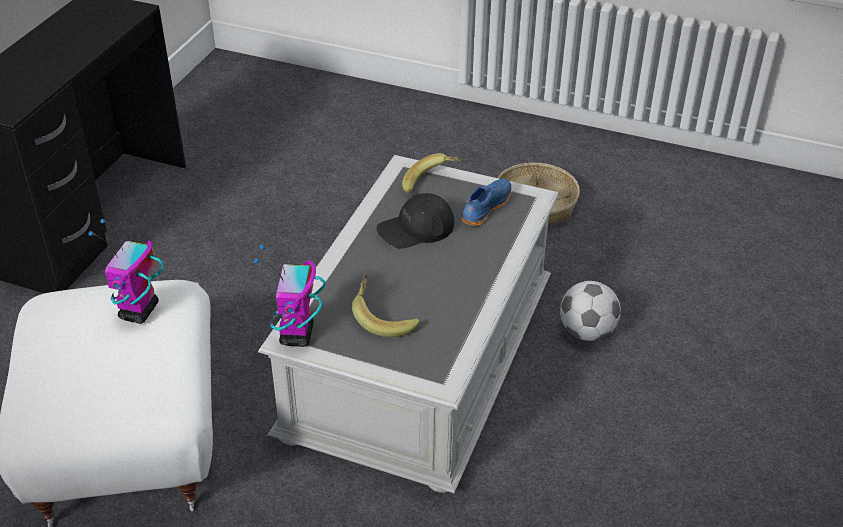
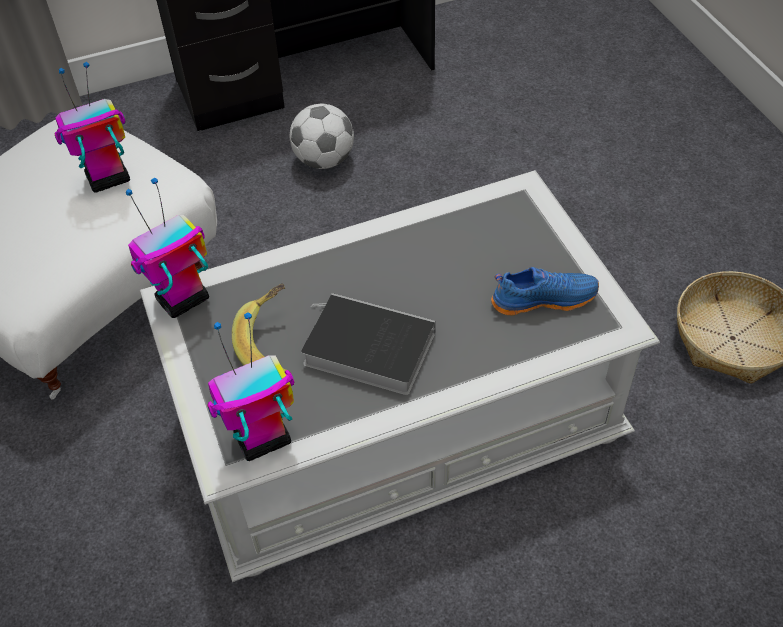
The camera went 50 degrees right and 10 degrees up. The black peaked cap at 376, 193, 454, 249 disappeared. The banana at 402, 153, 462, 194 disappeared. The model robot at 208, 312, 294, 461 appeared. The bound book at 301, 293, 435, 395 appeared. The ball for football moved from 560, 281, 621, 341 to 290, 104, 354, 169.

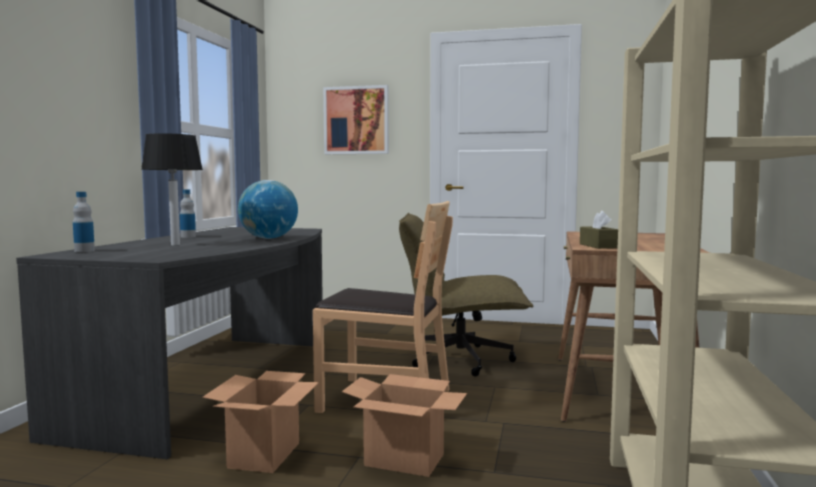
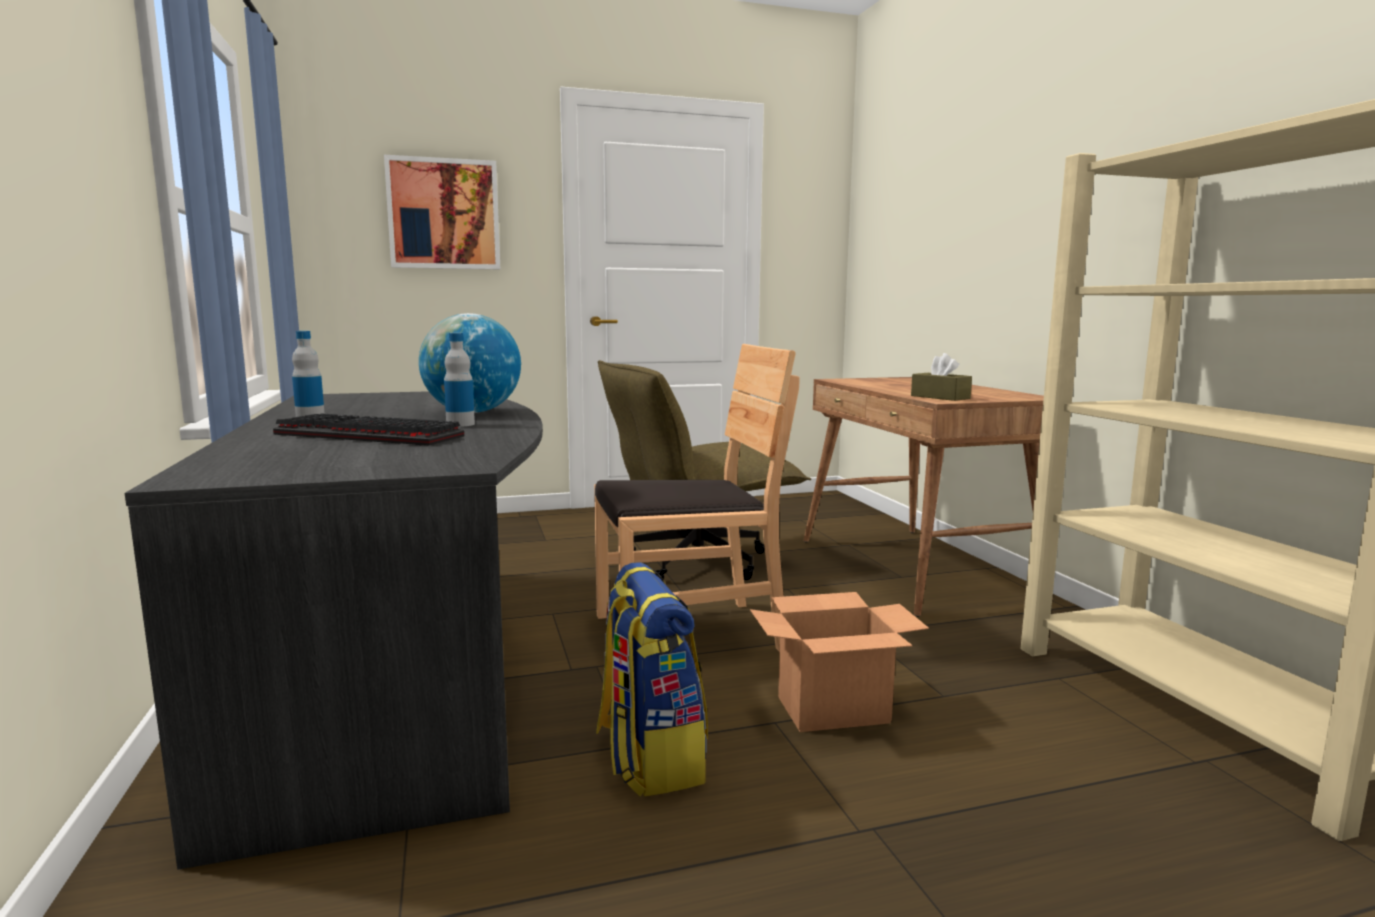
The camera went 30 degrees left and 5 degrees up. The beverage bottle moved from 73, 192, 95, 252 to 444, 333, 475, 427. The table lamp at 141, 133, 203, 246 was replaced by the PC keyboard at 273, 414, 464, 446. The carton at 202, 371, 319, 473 was replaced by the knapsack at 596, 562, 708, 797.

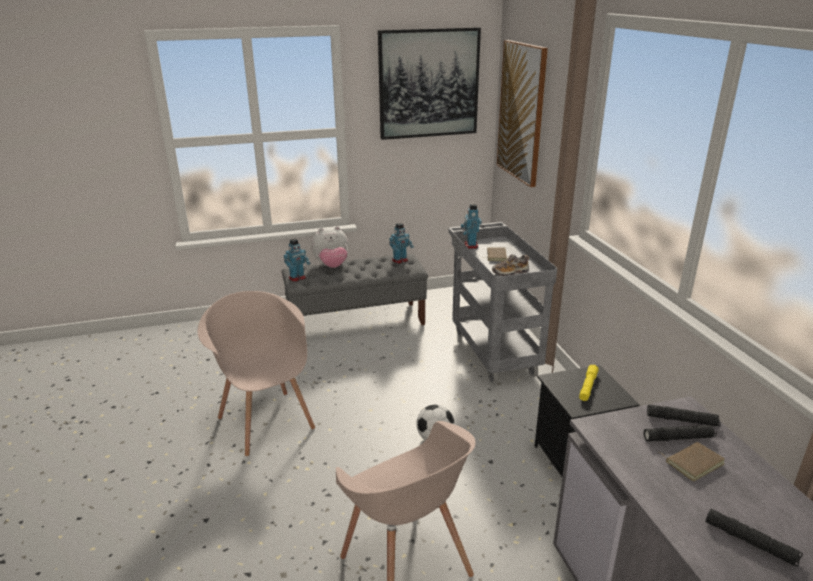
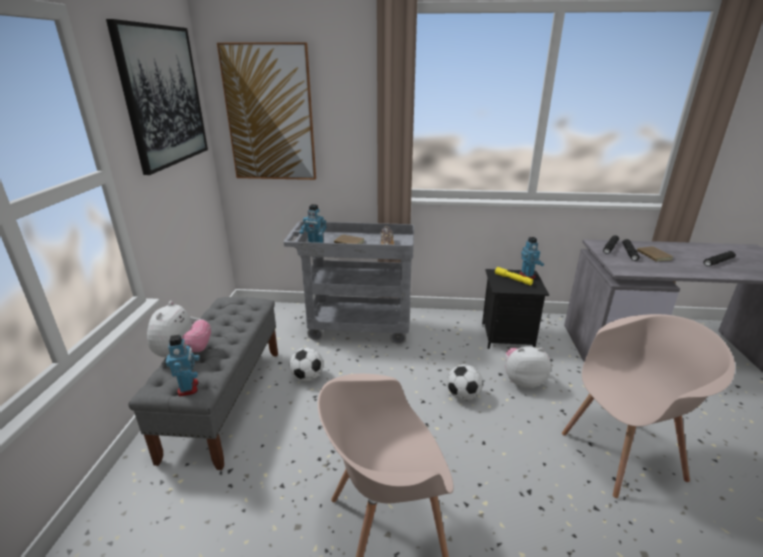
The camera went 70 degrees left and 0 degrees up. The ball for football at 290, 347, 323, 381 appeared. The plush toy at 505, 346, 551, 388 appeared. The model robot moved from 389, 223, 414, 264 to 519, 237, 544, 279.

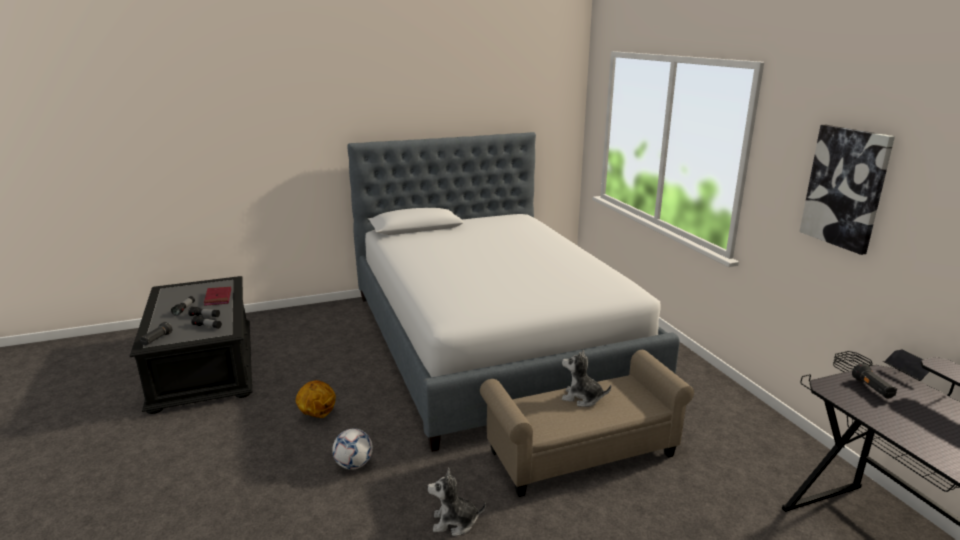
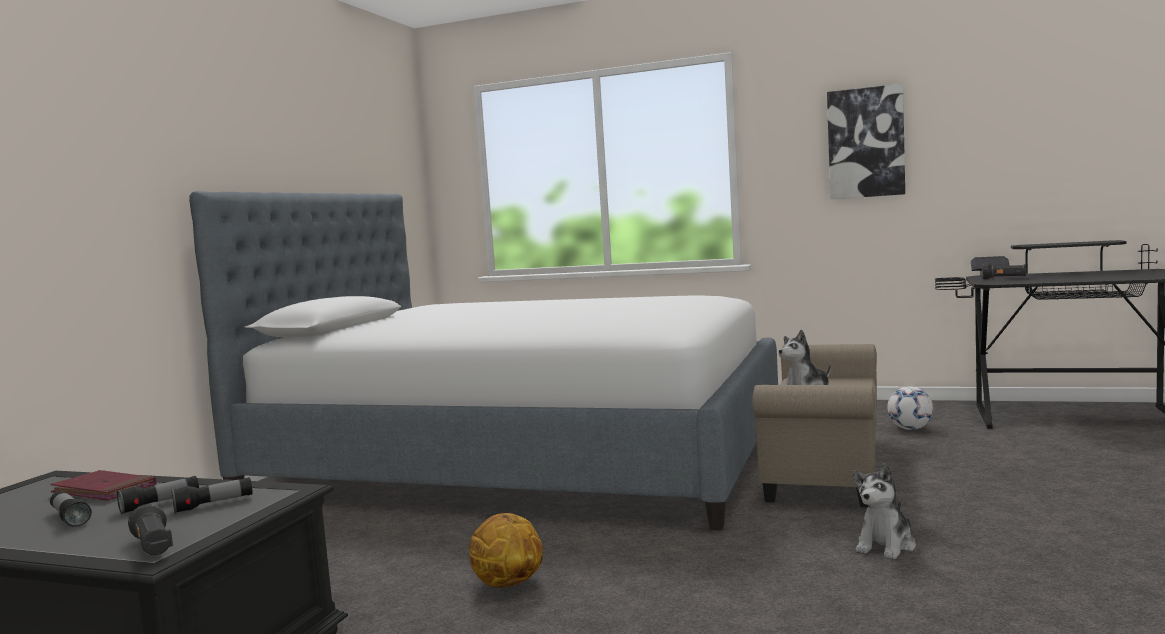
The camera went 50 degrees left and 15 degrees down. The ball for football moved from 332, 428, 373, 470 to 887, 386, 934, 430.

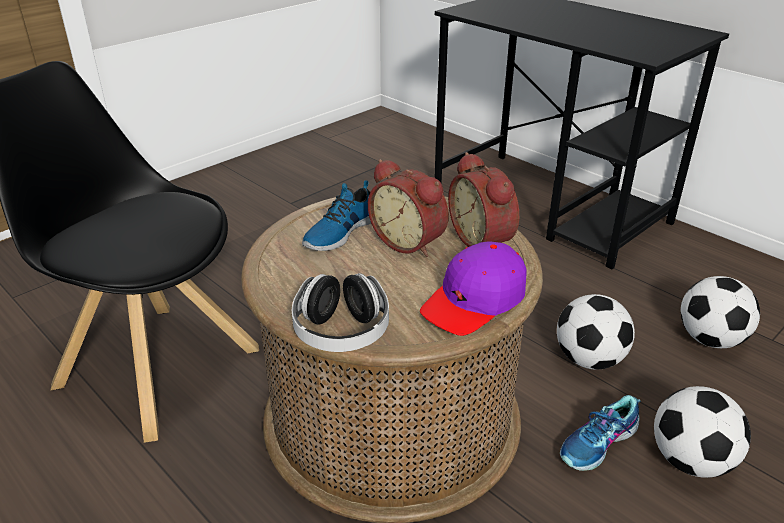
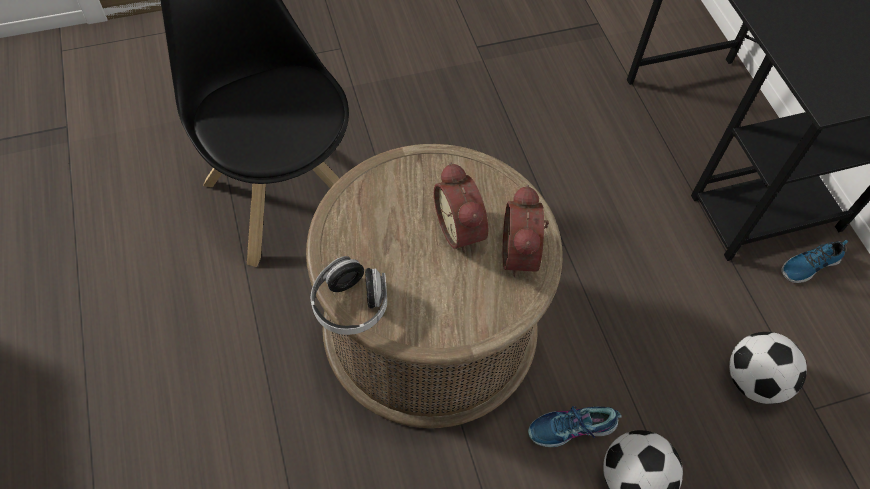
The camera went 25 degrees right and 25 degrees up. The purplish peaked cap at 420, 242, 527, 336 disappeared. The ball for football at 557, 294, 635, 370 disappeared. The item of footwear moved from 302, 180, 371, 251 to 781, 240, 848, 283.

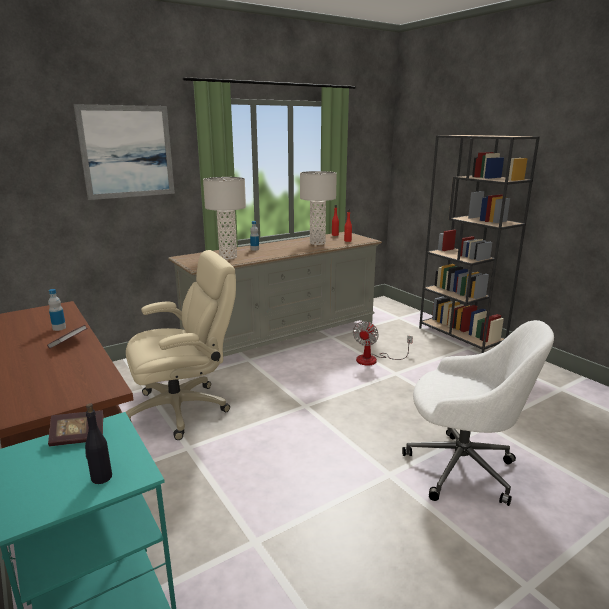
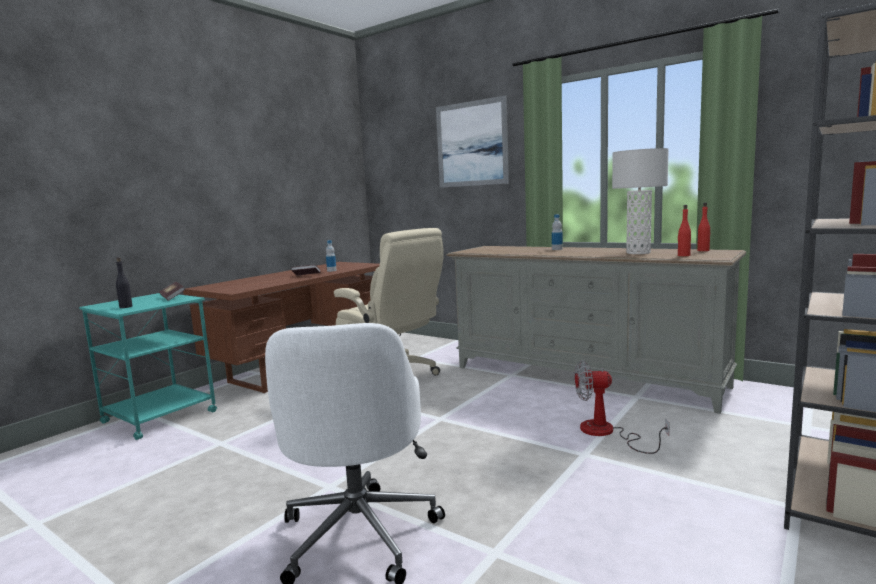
The camera went 70 degrees right and 10 degrees down. The whitish table lamp at 203, 177, 246, 259 disappeared.

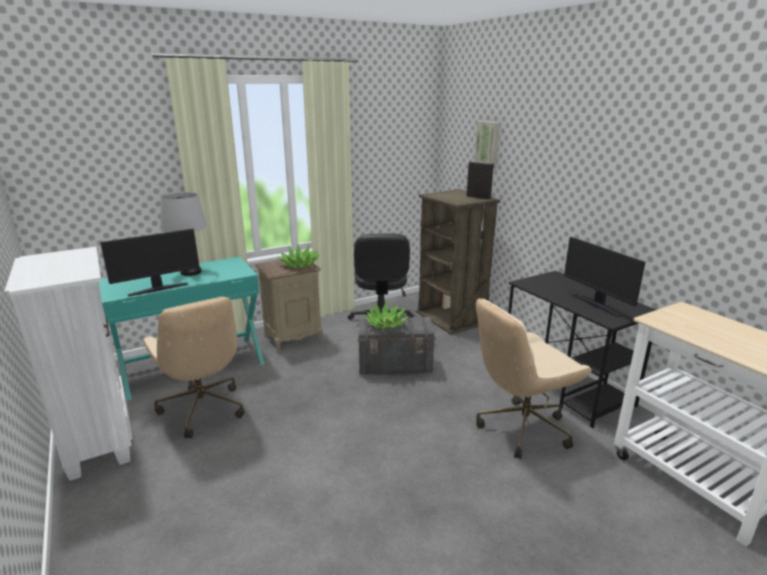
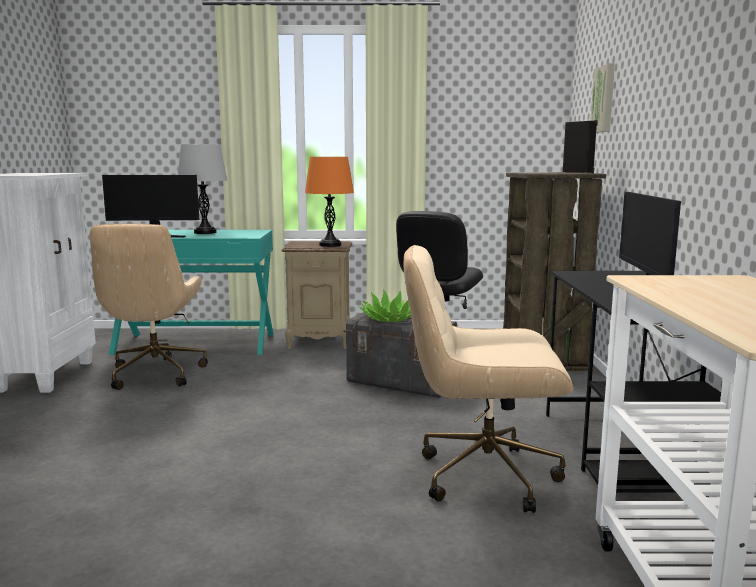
The camera went 30 degrees right and 10 degrees down. The plant in a pot at 278, 244, 321, 268 was replaced by the orange-coloured table lamp at 305, 157, 354, 247.

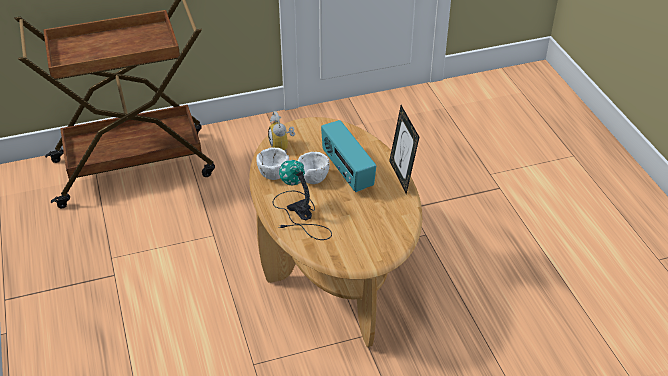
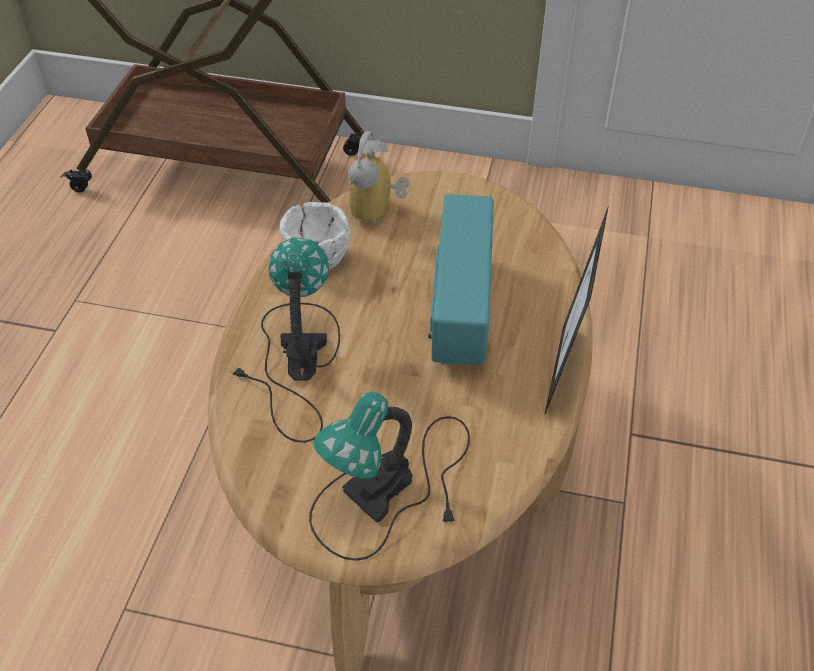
The camera went 30 degrees right and 5 degrees up. The whitish bowl at 297, 152, 330, 184 disappeared. The table lamp at 309, 391, 470, 561 appeared.

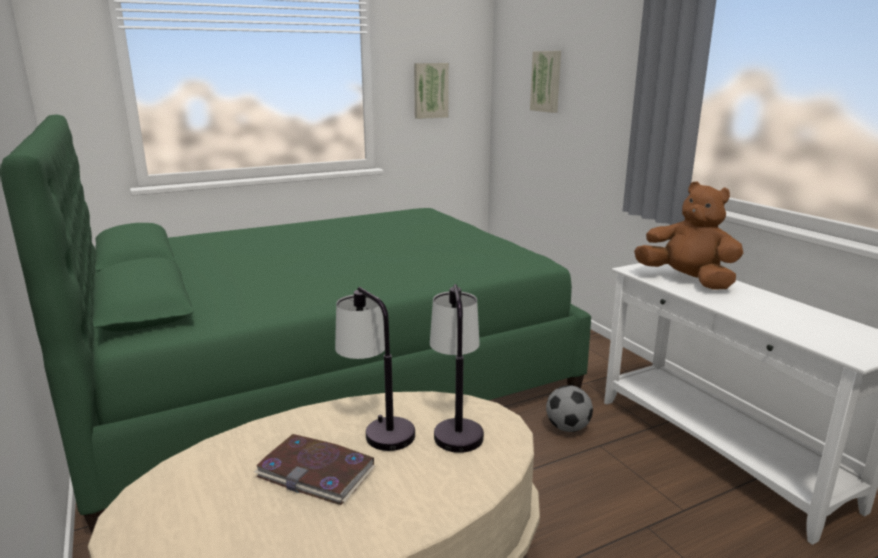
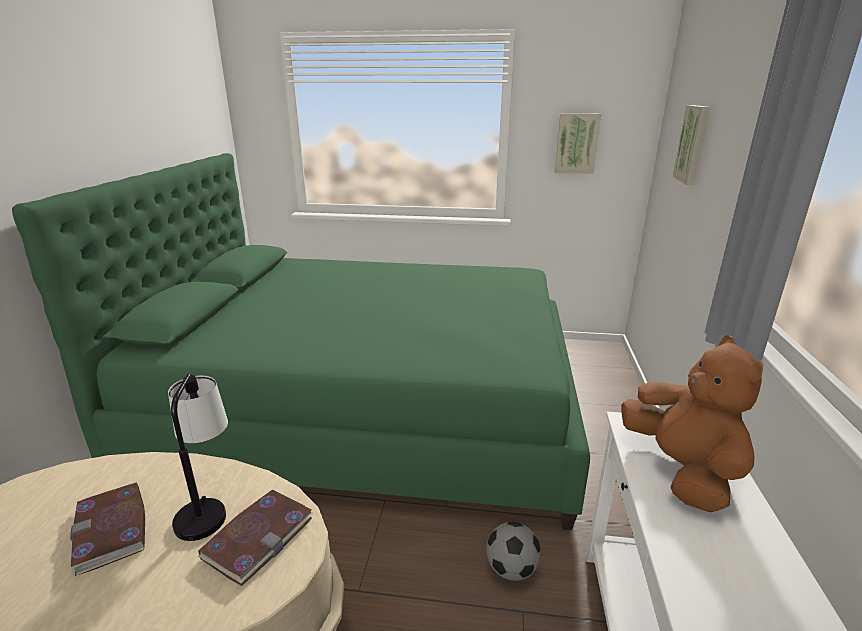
The camera went 35 degrees right and 5 degrees up. The table lamp at 430, 284, 484, 453 was replaced by the bound book at 198, 490, 313, 586.

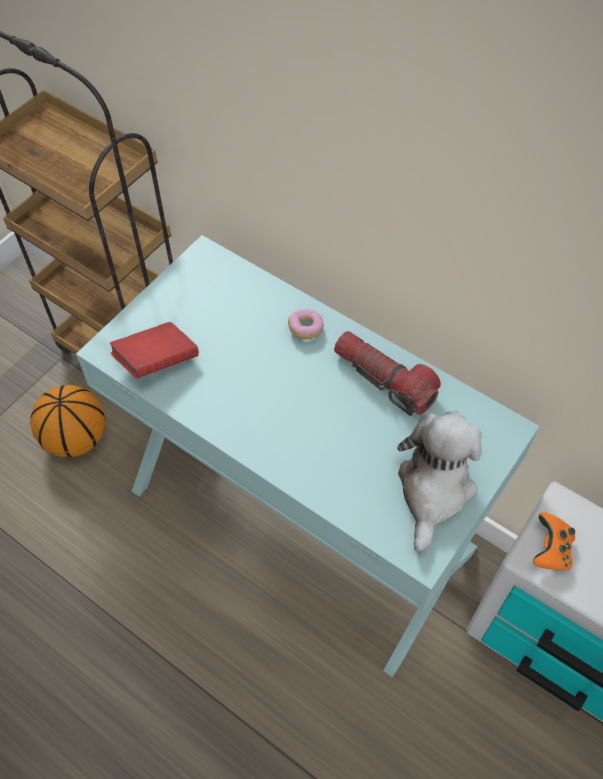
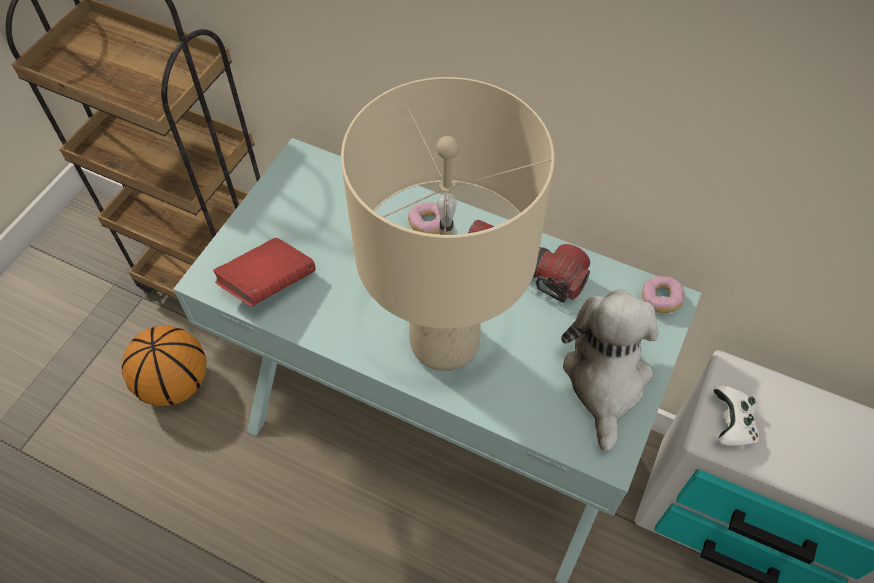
The camera went 10 degrees left and 0 degrees up. The beige table lamp at 341, 77, 555, 371 appeared. The ring doughnut at 642, 276, 685, 313 appeared. The orange-coloured gamepad at 533, 512, 575, 570 became the whitish gamepad at 713, 385, 759, 446.

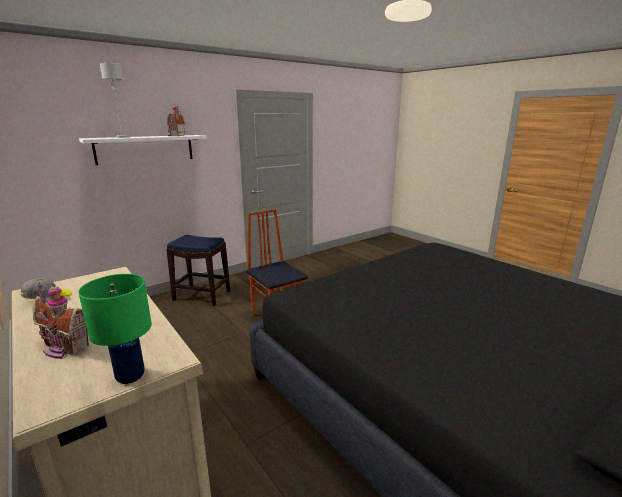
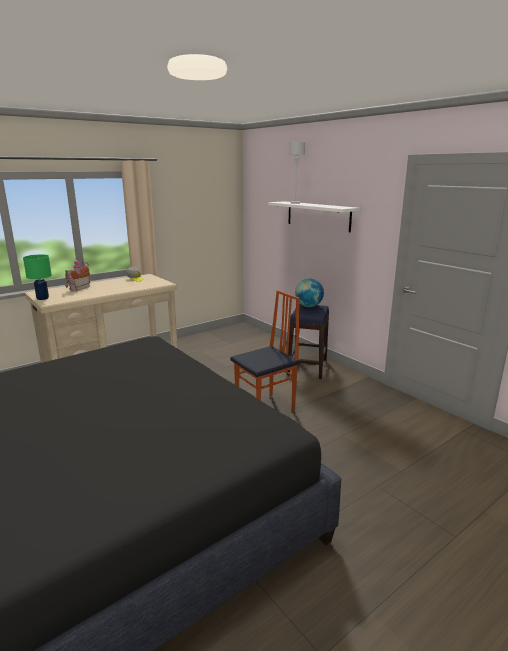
The camera went 90 degrees right and 0 degrees up. The toy house at 167, 103, 185, 136 disappeared. The globe at 295, 278, 324, 307 appeared.

